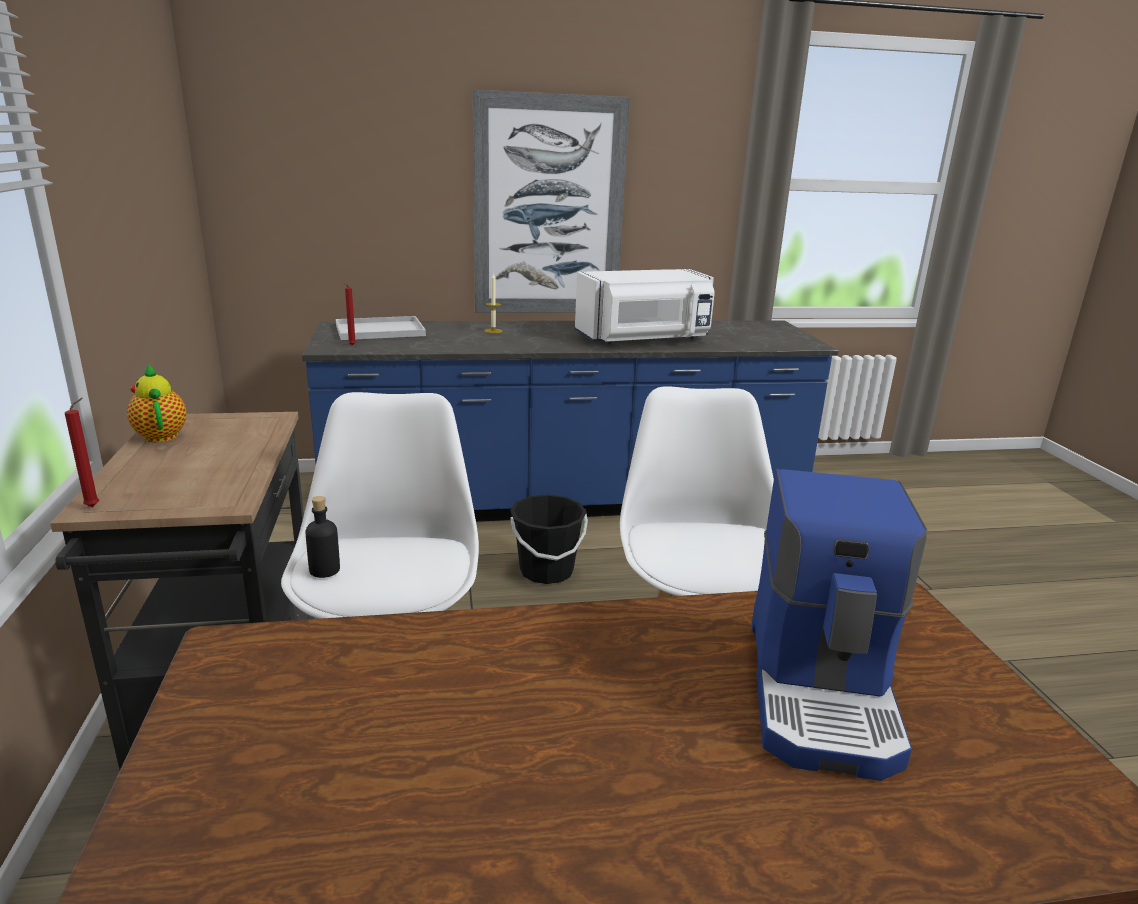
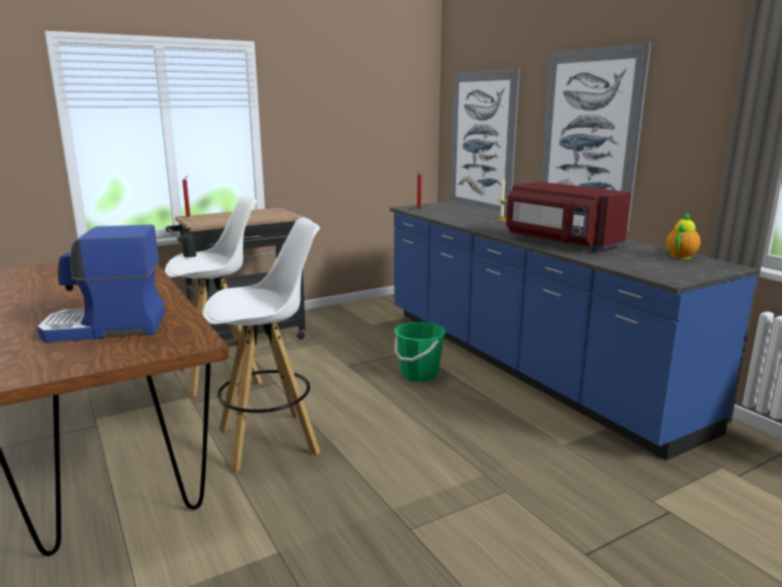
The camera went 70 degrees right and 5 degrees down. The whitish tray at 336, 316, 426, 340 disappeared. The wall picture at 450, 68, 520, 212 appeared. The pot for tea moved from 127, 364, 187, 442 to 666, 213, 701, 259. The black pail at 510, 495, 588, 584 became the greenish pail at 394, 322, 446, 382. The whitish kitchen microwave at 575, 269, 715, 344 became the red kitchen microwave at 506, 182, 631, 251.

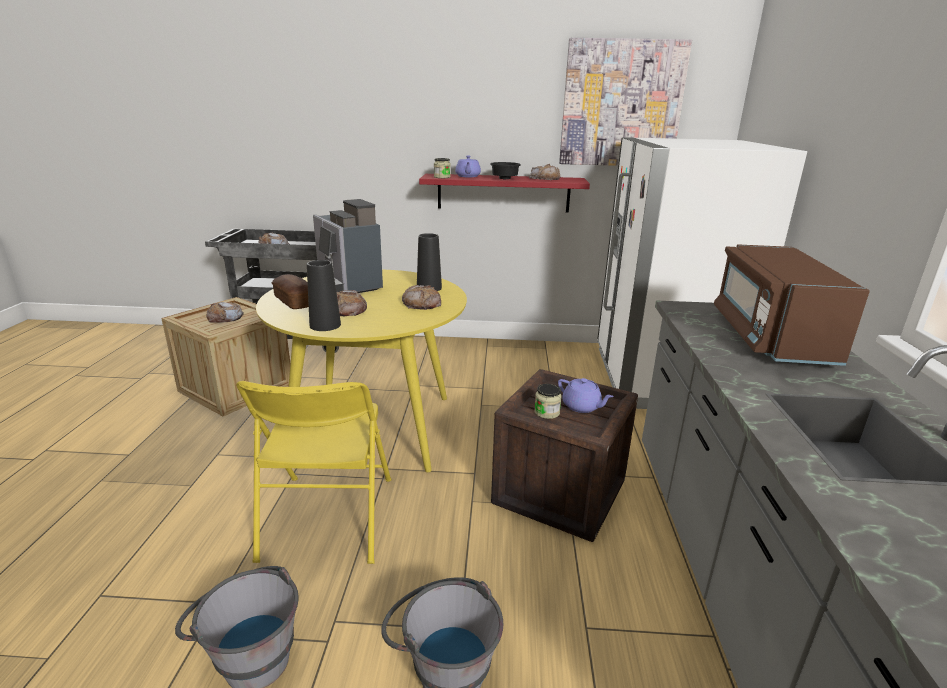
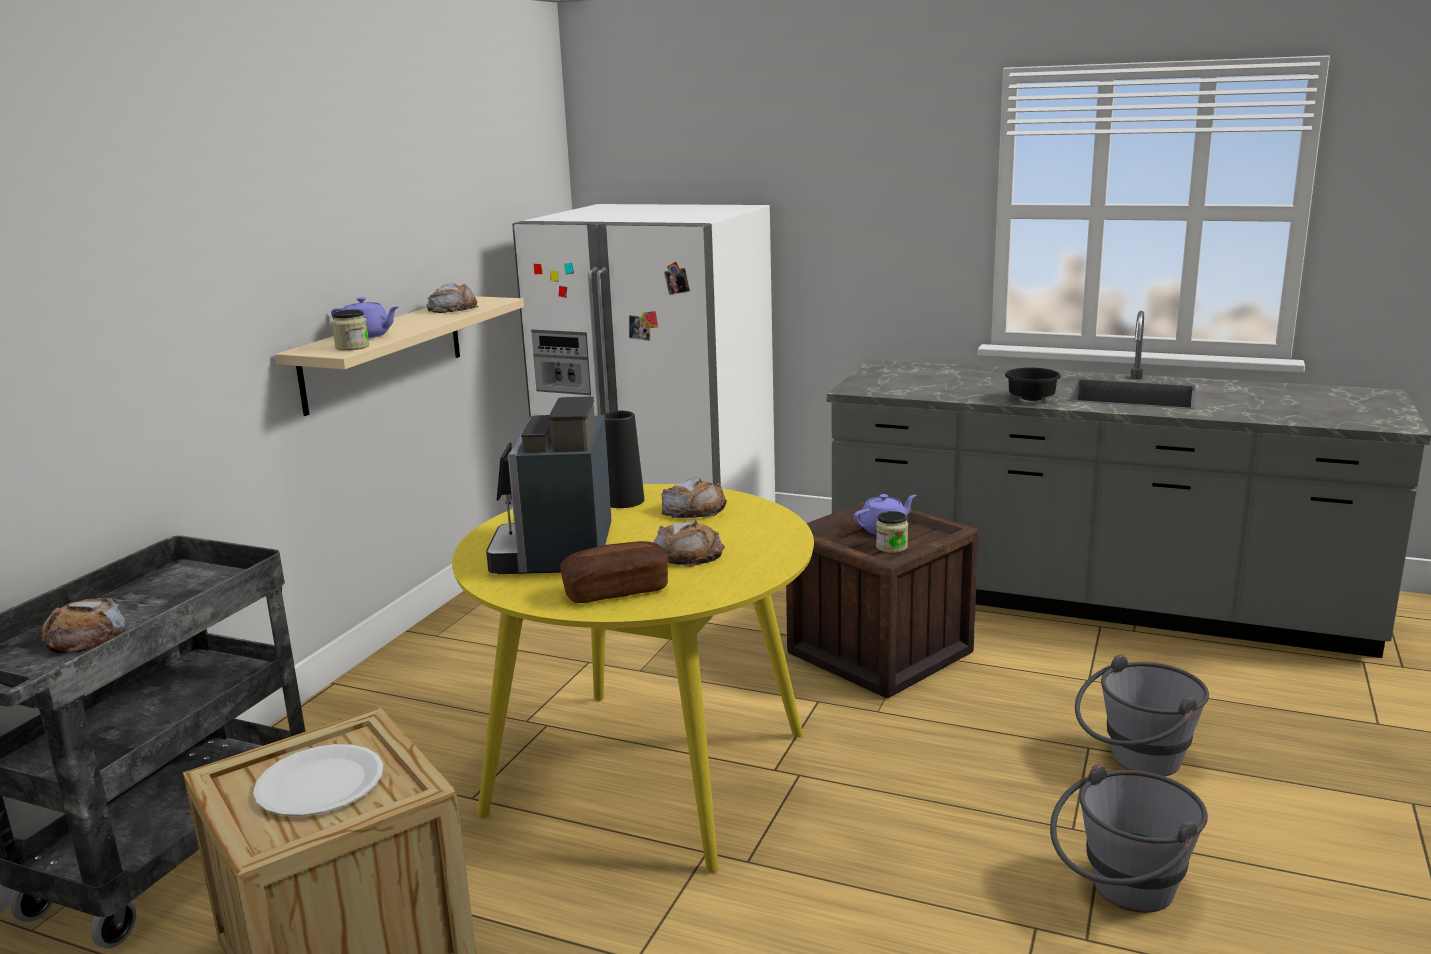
The camera went 70 degrees left and 5 degrees down. The yellow-coloured upright chair at 236, 381, 391, 564 disappeared. The black decorative vase at 307, 260, 341, 331 disappeared. The wall picture at 559, 38, 692, 166 disappeared. The brown-coloured kitchen microwave at 714, 244, 870, 366 disappeared. The black bowl moved from 490, 162, 521, 179 to 1005, 368, 1061, 401. The bakery bread at 206, 302, 244, 323 was replaced by the whitish flat dish at 253, 744, 383, 816. The red wall shelf at 419, 174, 590, 212 became the beige wall shelf at 275, 296, 524, 416. The coffee maker at 313, 199, 383, 293 turned 105 degrees clockwise.

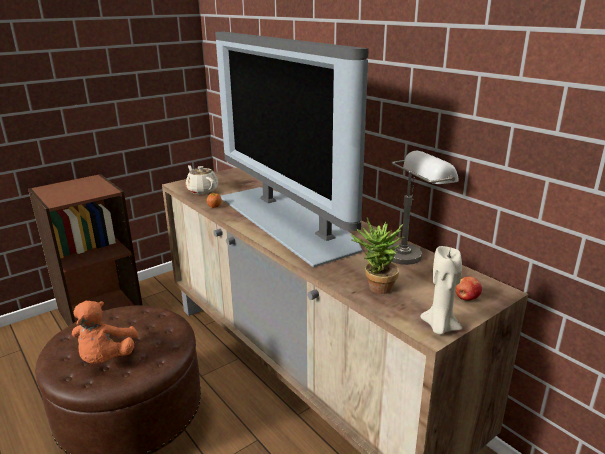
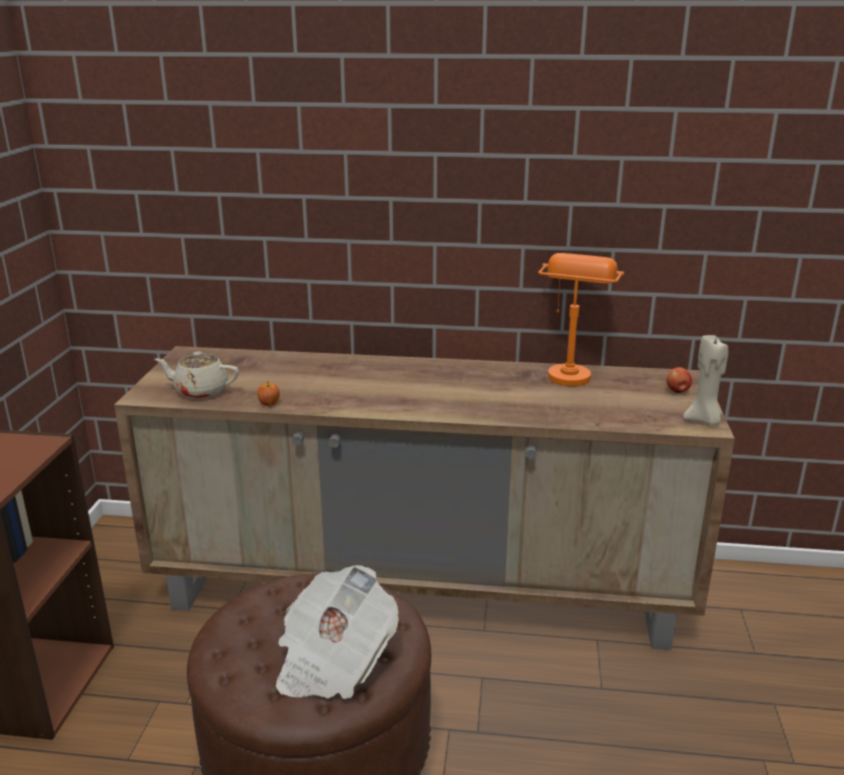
The camera went 45 degrees left and 0 degrees up. The television at 215, 32, 369, 268 disappeared. The plant in a pot at 351, 217, 404, 294 disappeared. The orange-coloured plush toy at 72, 301, 139, 364 was replaced by the newspaper at 276, 565, 399, 699. The greyish table lamp at 388, 151, 459, 265 became the orange-coloured table lamp at 538, 253, 624, 386.

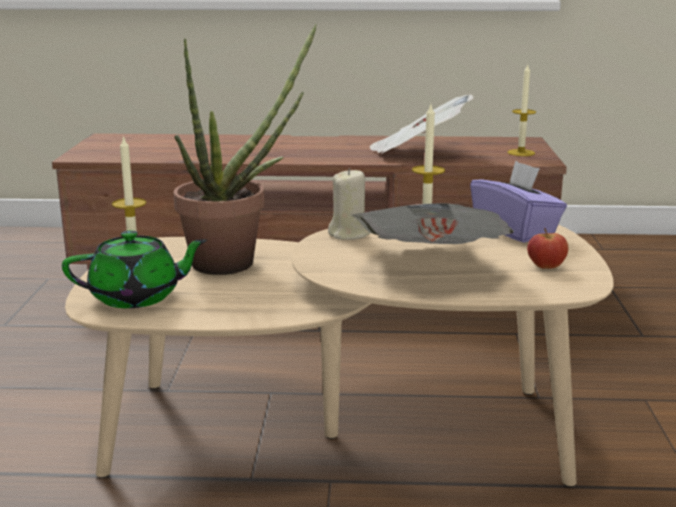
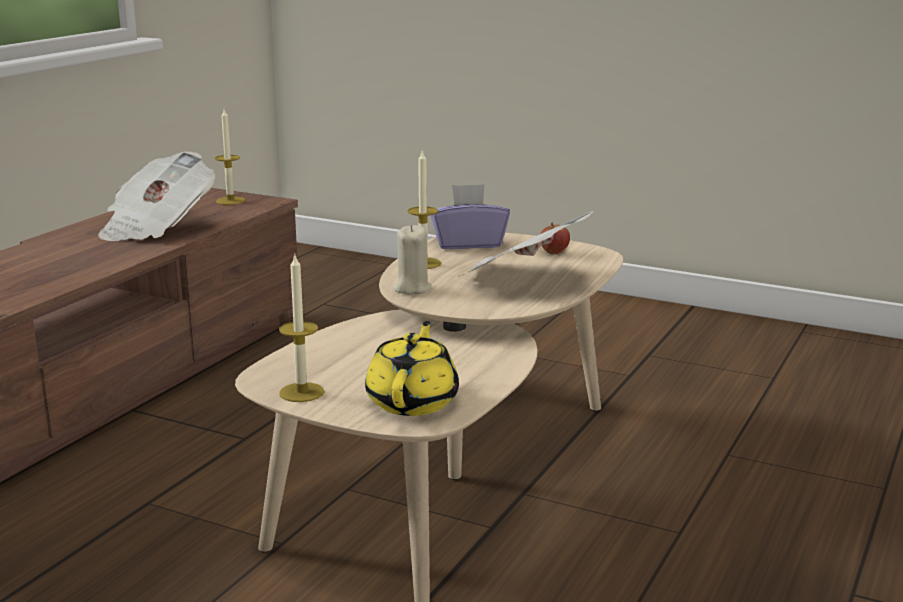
The camera went 65 degrees left and 0 degrees up. The plant in a pot at 173, 24, 317, 275 disappeared. The greenish pot for tea at 62, 230, 207, 308 became the yellow-coloured pot for tea at 365, 321, 459, 416.

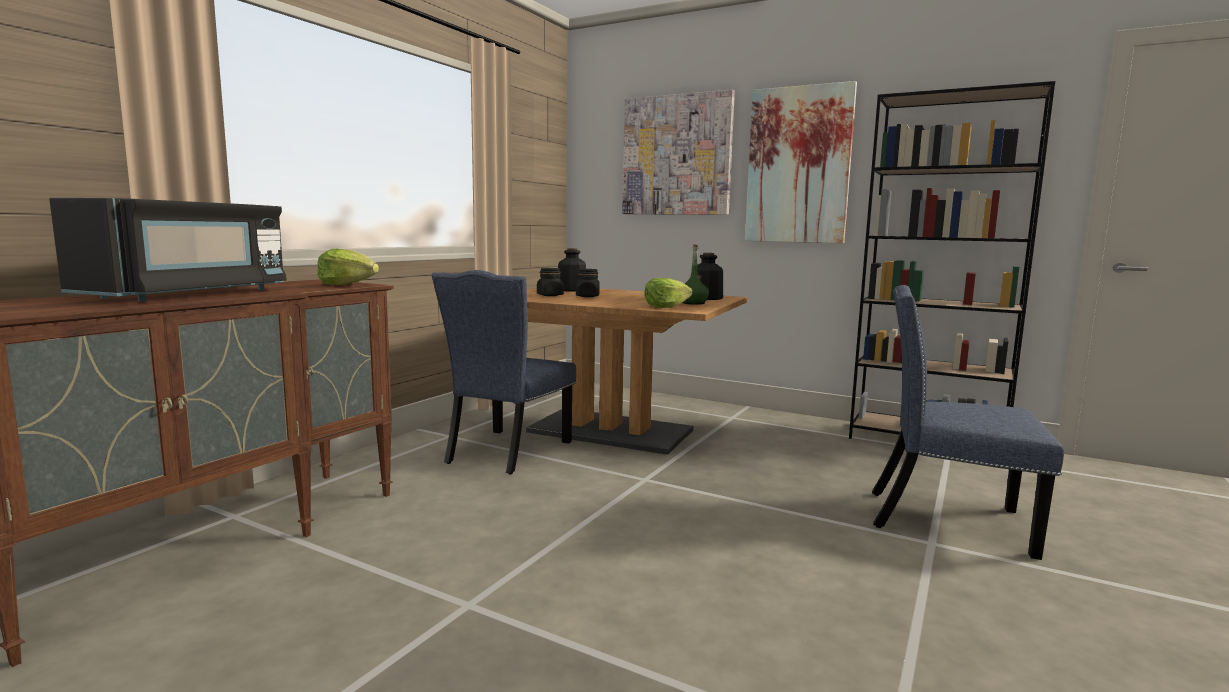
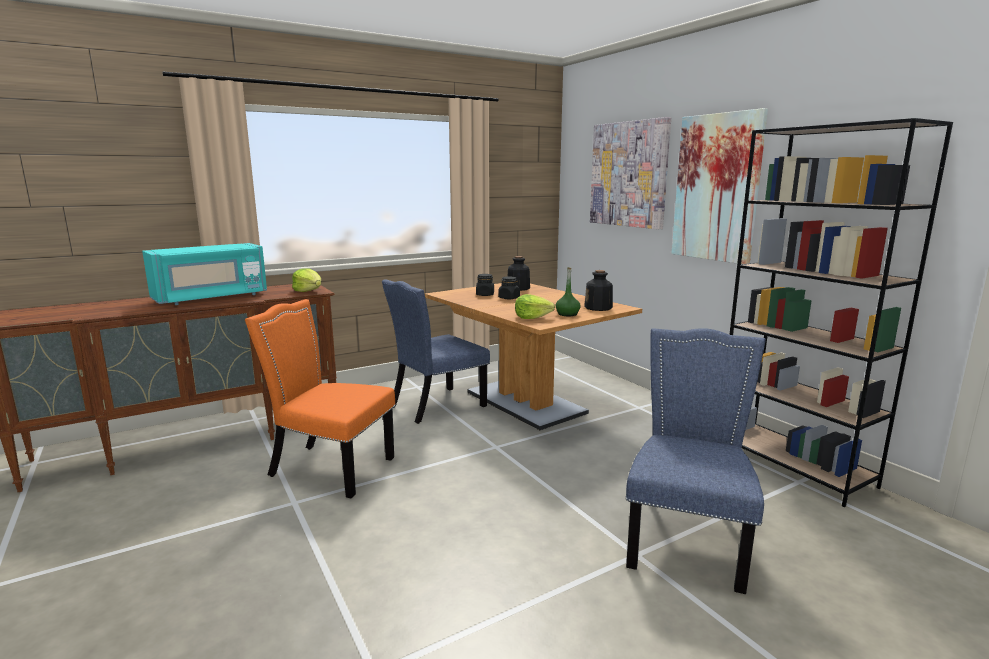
The camera went 30 degrees right and 5 degrees up. The orange-coloured upright chair at 245, 299, 396, 498 appeared. The black kitchen microwave at 49, 198, 287, 302 became the blue-green kitchen microwave at 142, 243, 267, 305. The blue-coloured upright chair at 872, 285, 1064, 560 turned 60 degrees clockwise.

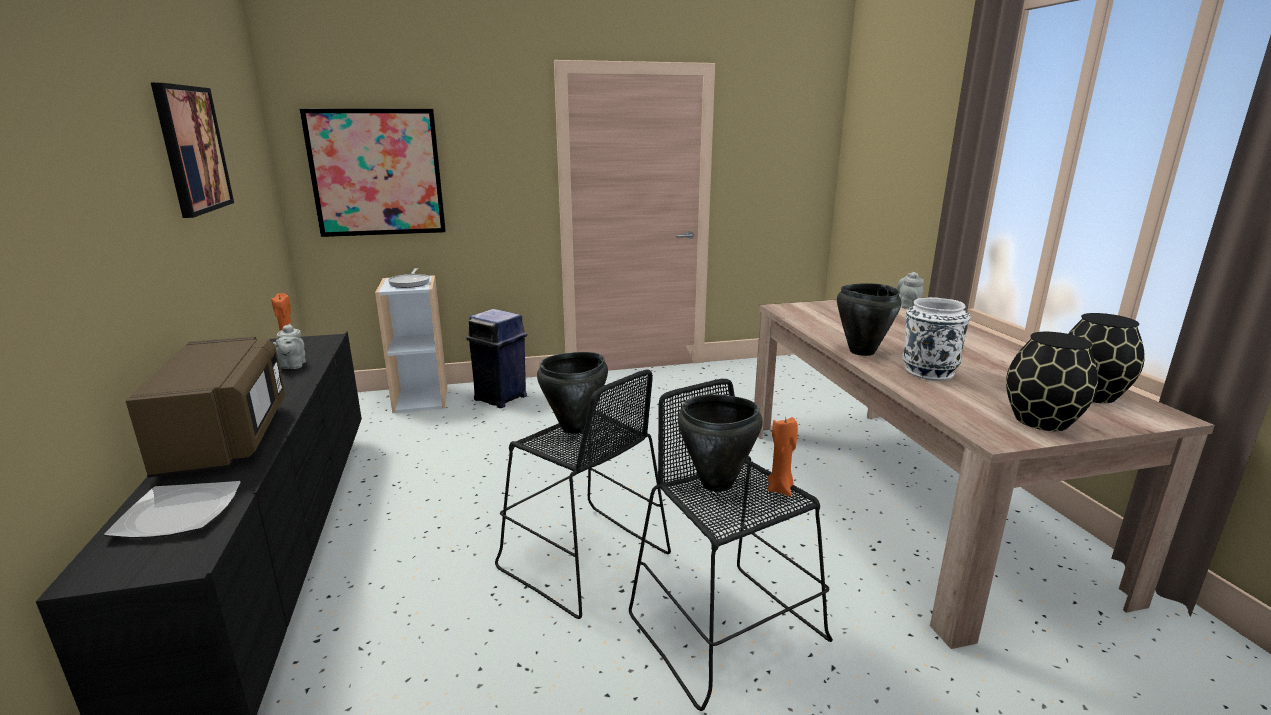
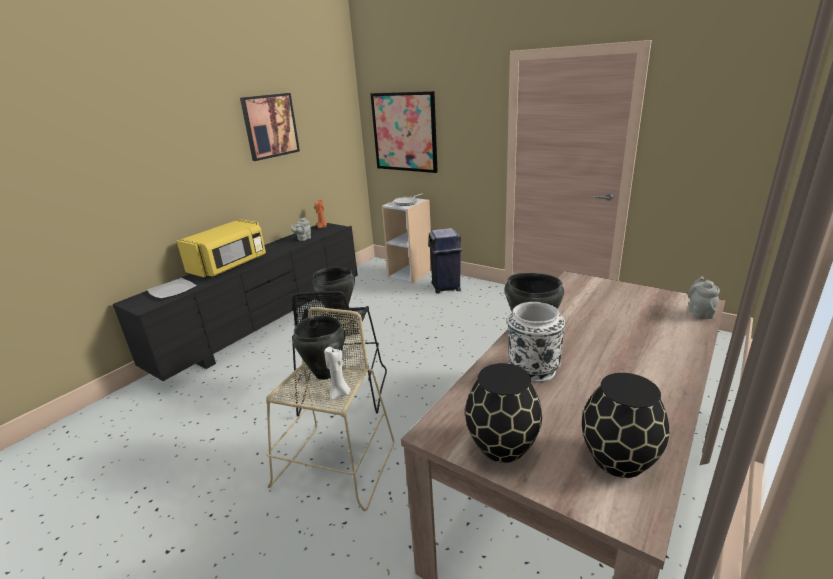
The camera went 50 degrees right and 5 degrees up. The brown-coloured kitchen microwave at 126, 336, 285, 477 became the yellow-coloured kitchen microwave at 177, 219, 266, 279. The black stool seat at 629, 379, 833, 711 became the beige stool seat at 266, 307, 394, 511. The orange-coloured candle at 767, 417, 798, 497 became the whitish candle at 324, 347, 351, 400. The greyish pot for tea at 897, 272, 924, 309 turned 45 degrees counterclockwise.

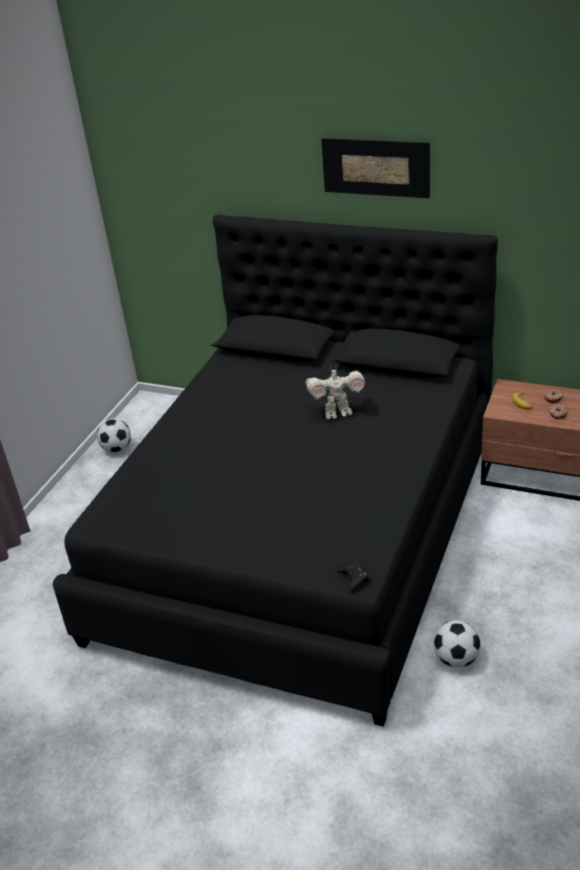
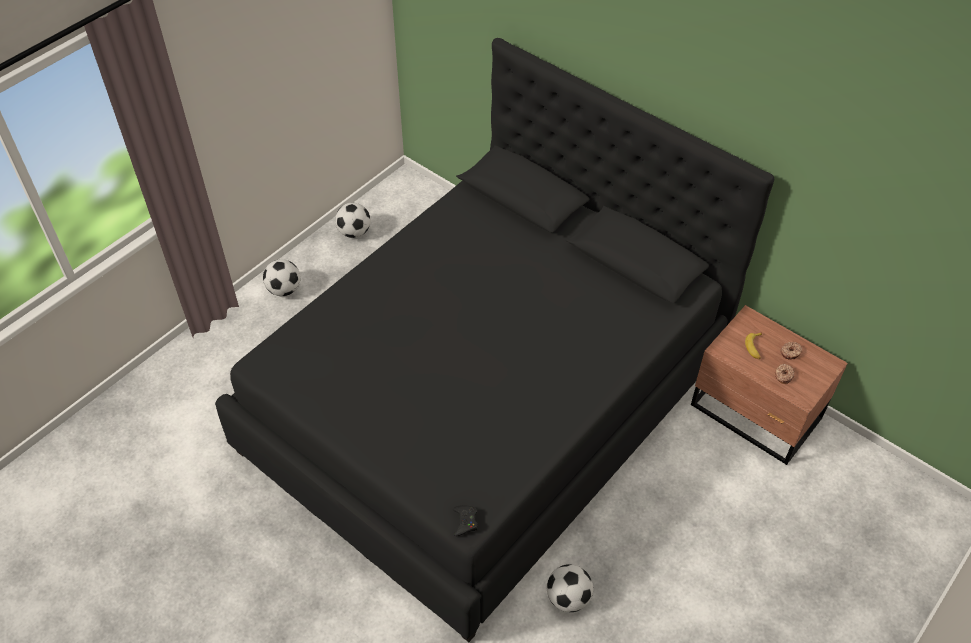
The camera went 15 degrees right and 15 degrees up. The model robot at 305, 366, 365, 419 disappeared. The wall picture at 321, 138, 430, 198 disappeared. The ball for football at 263, 259, 300, 296 appeared.

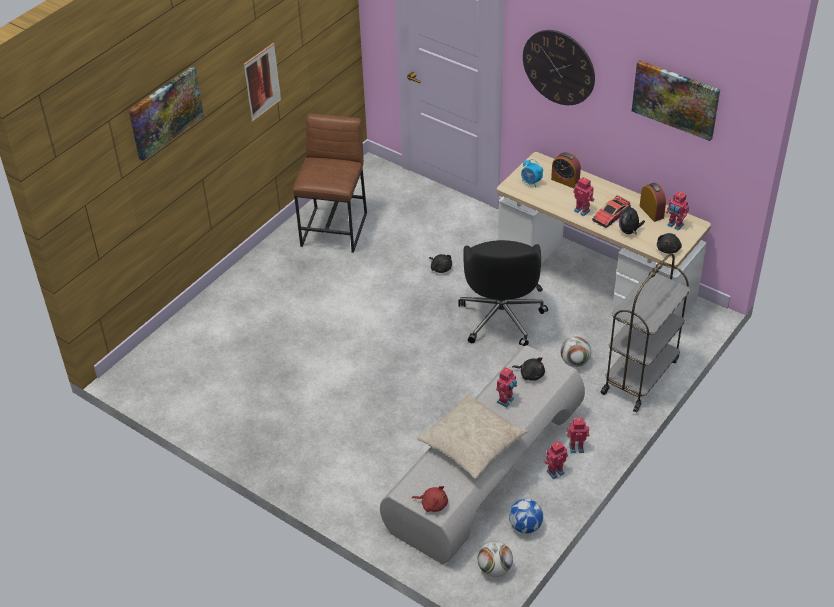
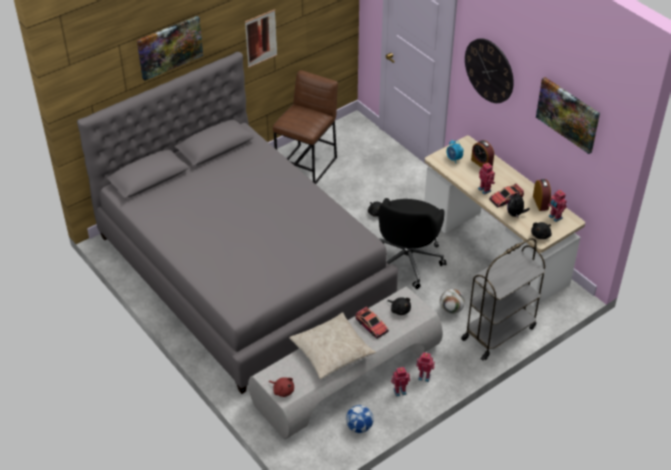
The camera went 15 degrees right and 0 degrees up. The ball for football at 478, 541, 513, 577 disappeared. The greyish sleeping bed at 77, 52, 398, 394 appeared. The model robot at 496, 367, 517, 407 was replaced by the miniature car at 356, 307, 389, 339.

